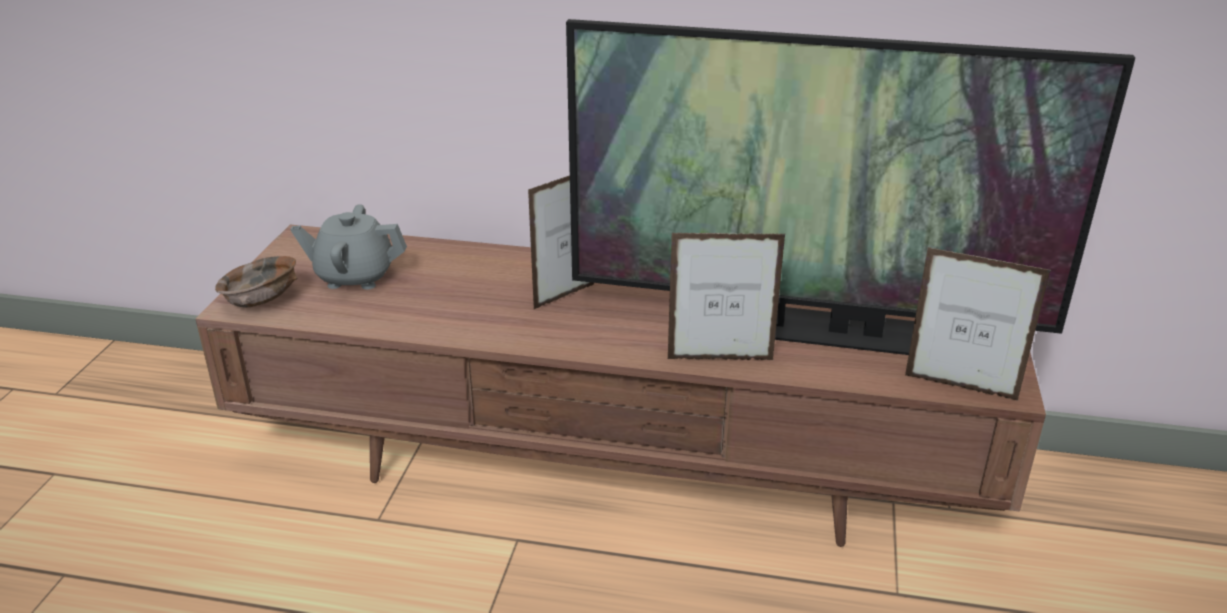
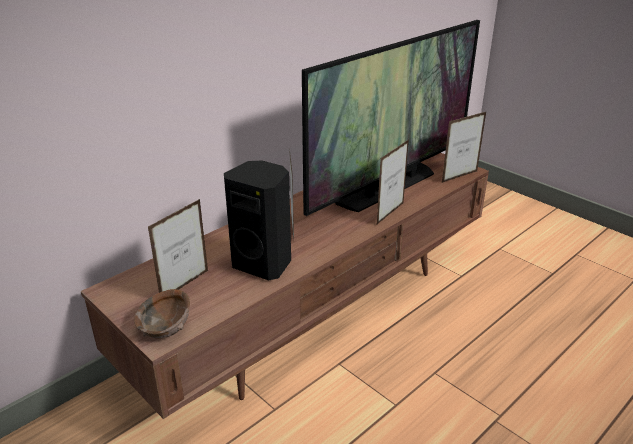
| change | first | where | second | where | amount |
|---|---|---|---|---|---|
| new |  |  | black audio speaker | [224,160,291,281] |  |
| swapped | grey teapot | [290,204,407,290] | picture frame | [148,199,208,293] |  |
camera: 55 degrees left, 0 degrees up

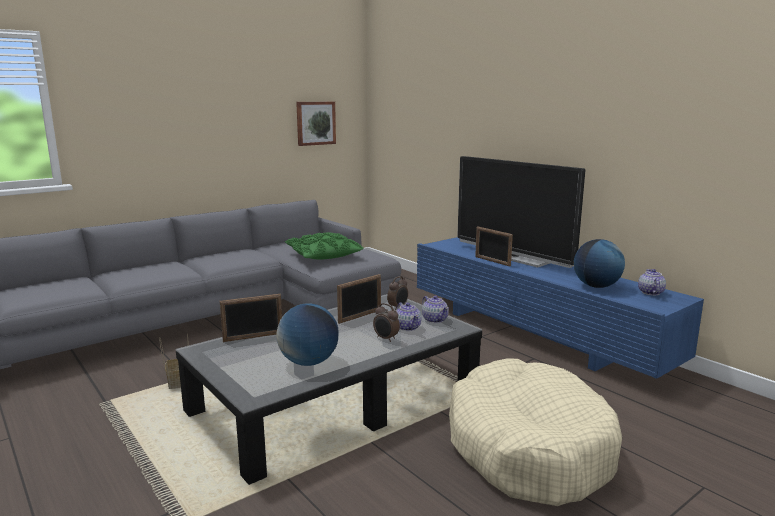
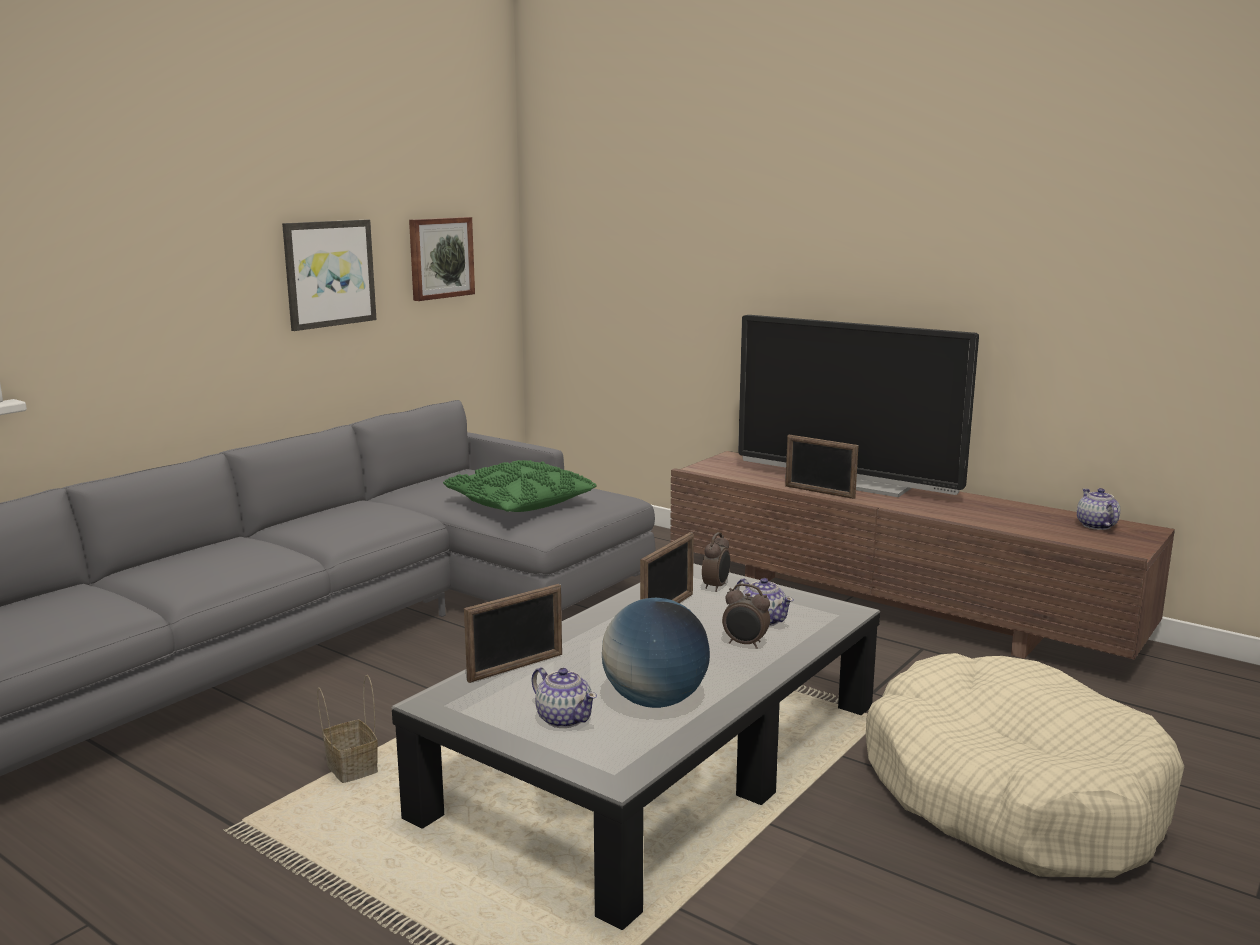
| change | first | where | second | where | amount |
|---|---|---|---|---|---|
| gone | globe | [574,239,625,288] |  |  |  |
| new |  |  | picture | [282,220,377,331] |  |
| shifted | teapot | [422,296,449,323] |  | [532,667,597,728] |  |
| repainted | blue tv stand | [417,237,704,379] | brownish tv stand | [670,451,1175,660] |  |
camera: 15 degrees left, 0 degrees up

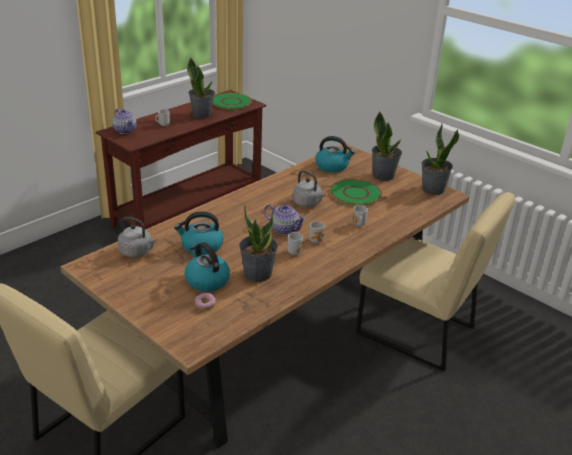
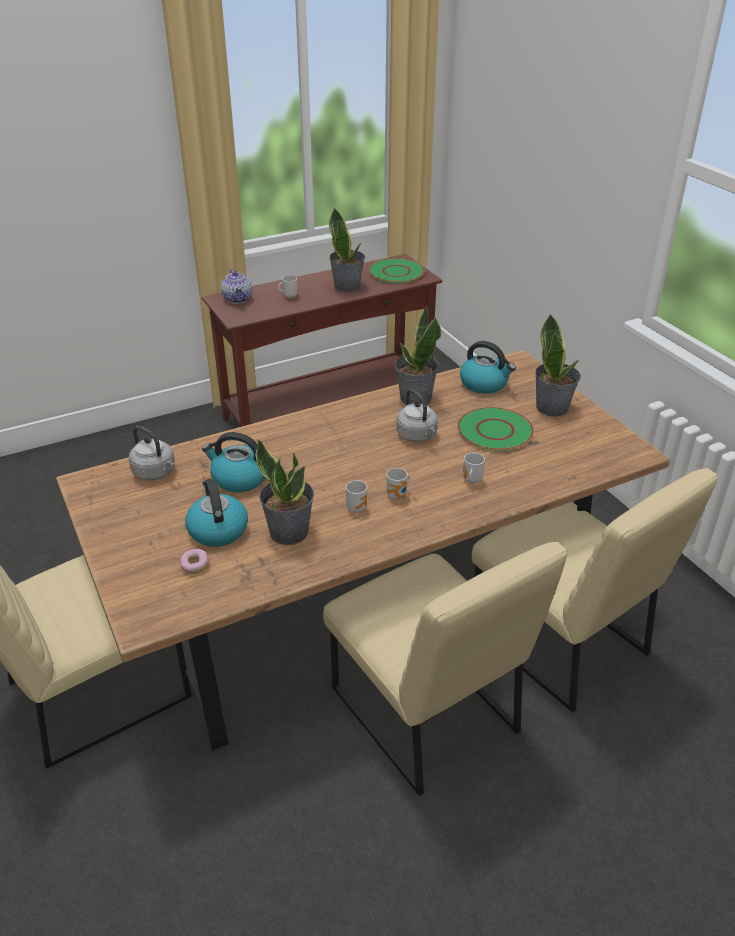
| change | first | where | second | where | amount |
|---|---|---|---|---|---|
| gone | teapot | [264,204,306,235] |  |  |  |
| new |  |  | beige-coloured upright chair | [323,542,568,796] |  |
| shifted | houseplant | [422,124,459,195] |  | [395,306,441,404] |  |
camera: 20 degrees right, 5 degrees up

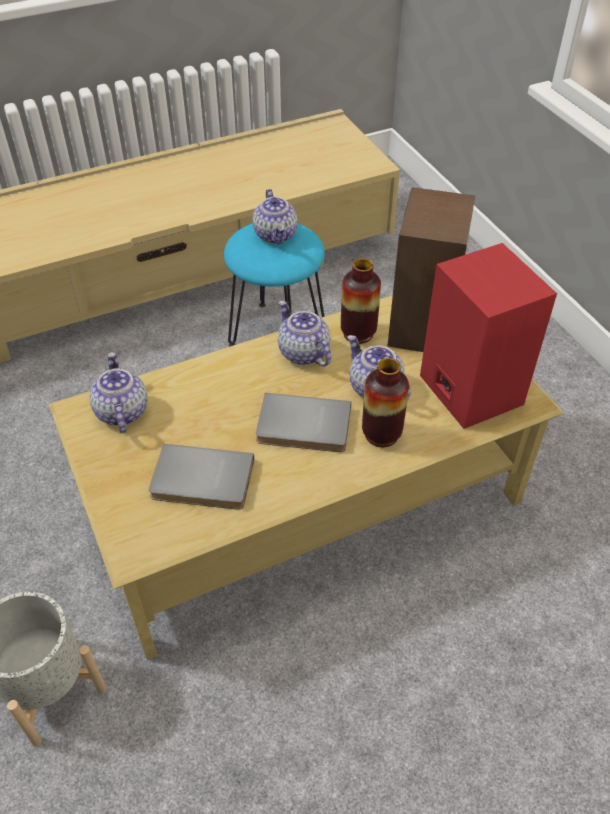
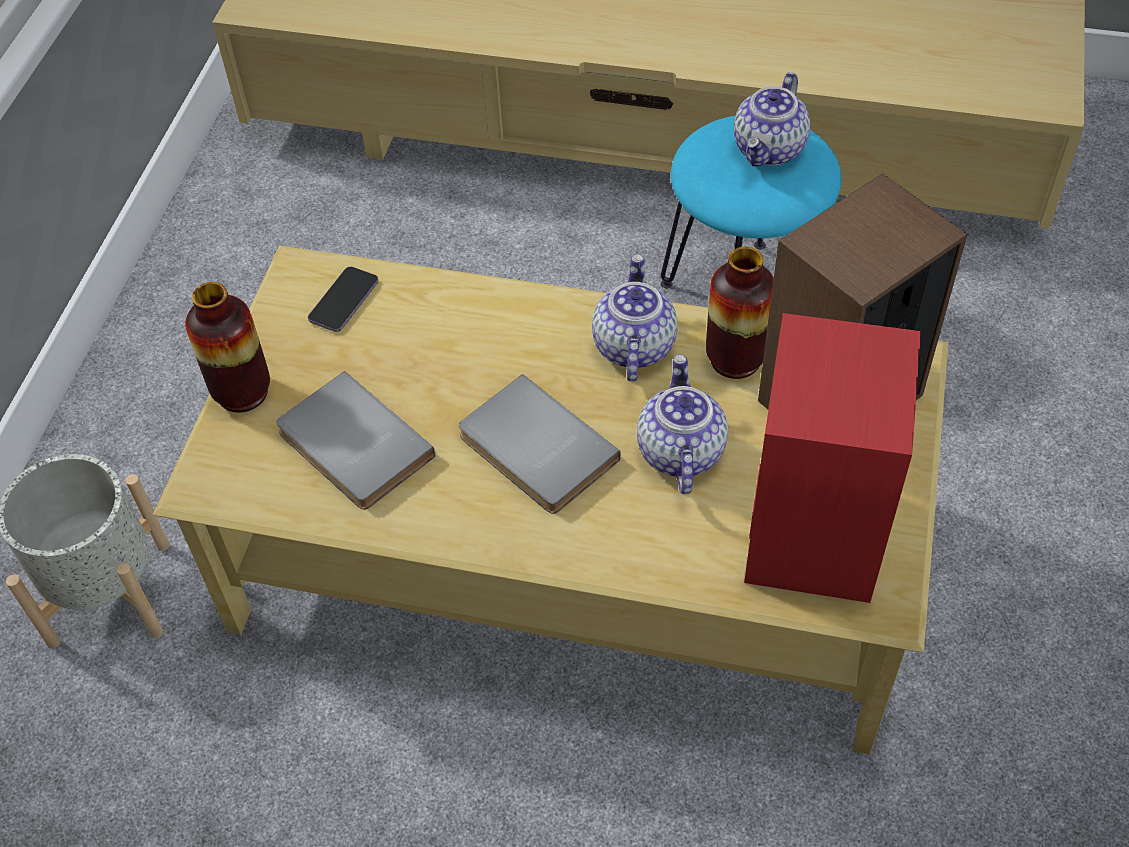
| change | first | where | second | where | amount |
|---|---|---|---|---|---|
| shifted | decorative vase | [362,358,409,447] |  | [185,282,270,413] |  |
| swapped | teapot | [89,352,147,433] | telephone | [308,267,379,332] |  |
camera: 40 degrees right, 5 degrees up

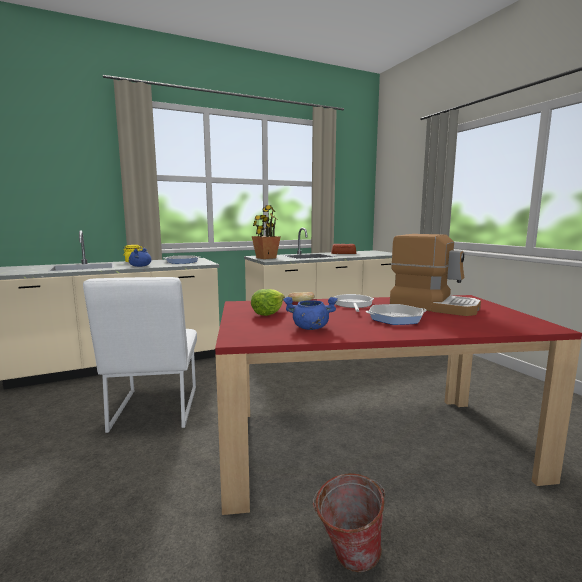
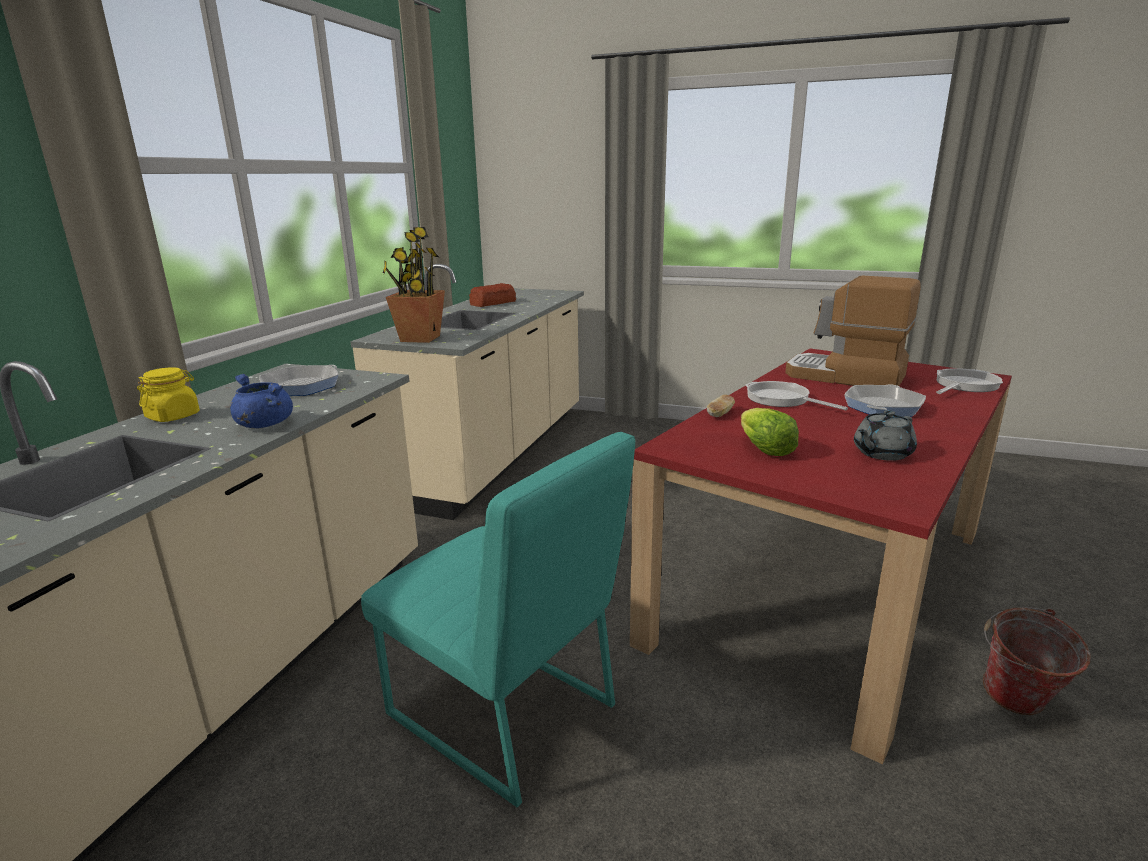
| change | first | where | second | where | amount |
|---|---|---|---|---|---|
| new |  |  | frying pan | [936,368,1003,394] |  |
| swapped | blue saucepot | [283,297,338,330] | grey teapot | [854,410,917,461] |  |
| repainted | whitish upright chair | [83,277,197,433] | turquoise upright chair | [361,432,635,807] |  |
| rotated | coffee machine | [390,234,481,316] |  | [785,275,920,386] | 135 degrees counterclockwise |
camera: 45 degrees left, 10 degrees up

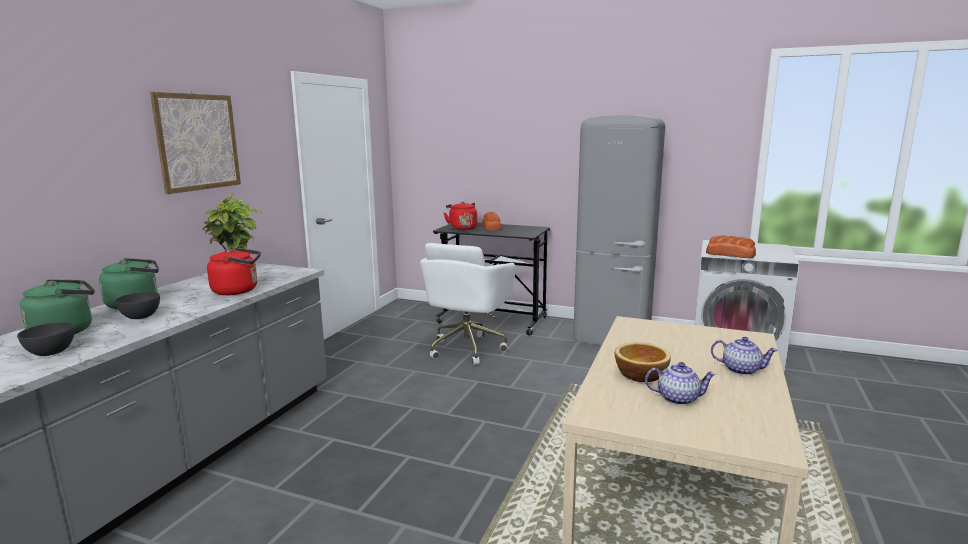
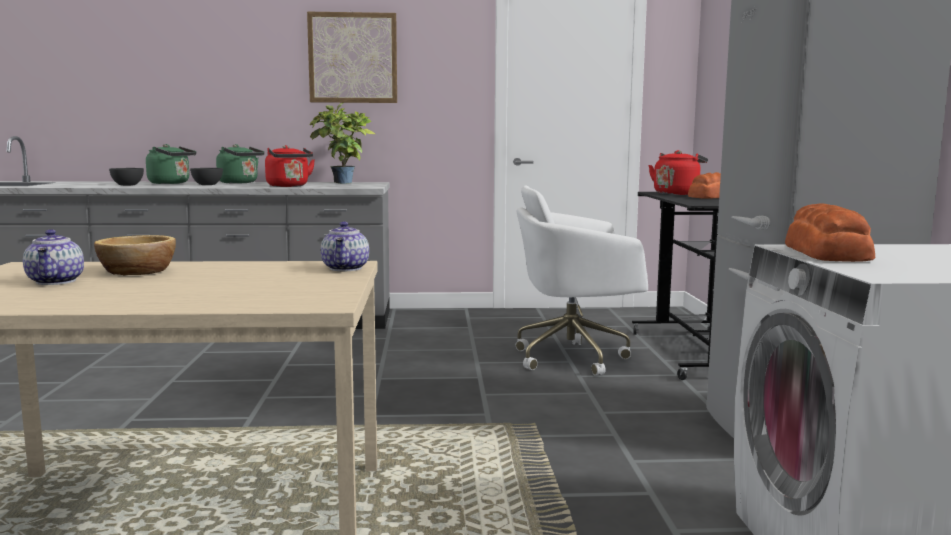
| change | first | where | second | where | amount |
|---|---|---|---|---|---|
| shifted | teapot | [711,337,778,375] |  | [321,222,369,271] |  |
camera: 65 degrees right, 5 degrees down

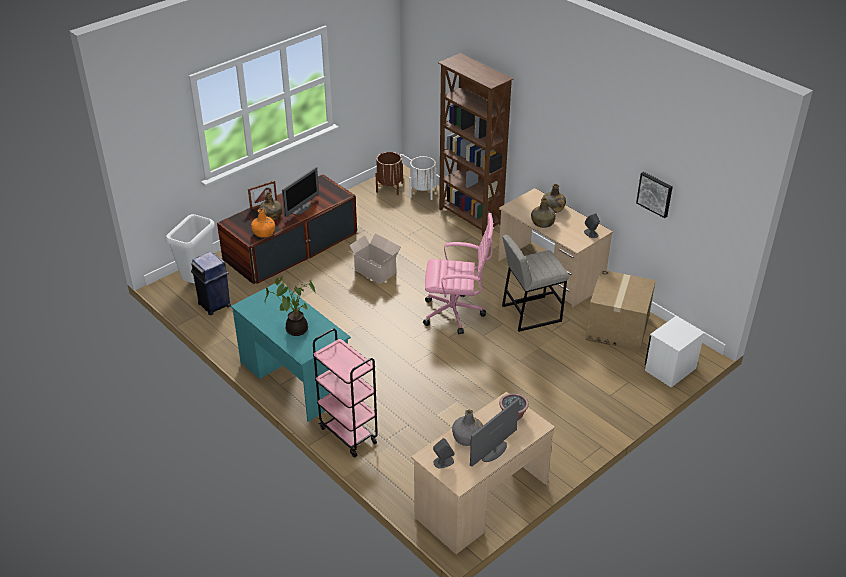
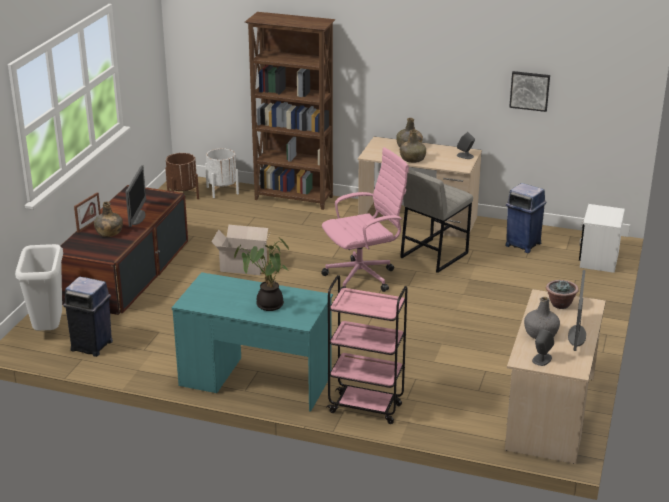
| change | first | where | second | where | amount |
|---|---|---|---|---|---|
| gone | orangey drink bottle | [251,208,275,238] |  |  |  |
| swapped | carton | [585,269,656,352] | blue waste bin | [505,183,546,253] |  |
camera: 30 degrees left, 10 degrees down

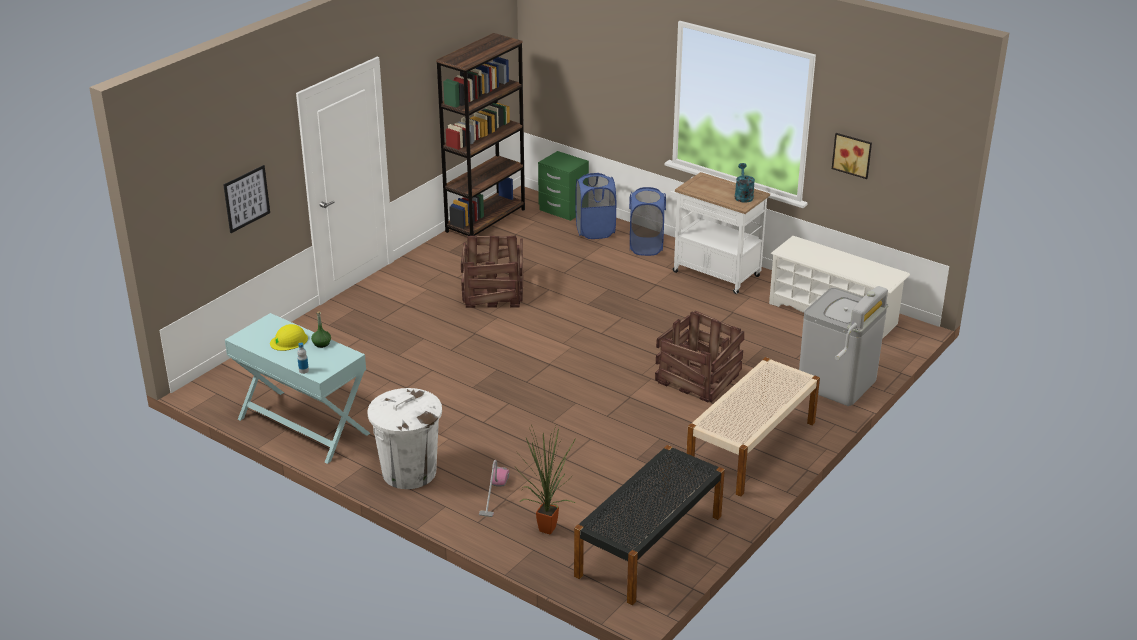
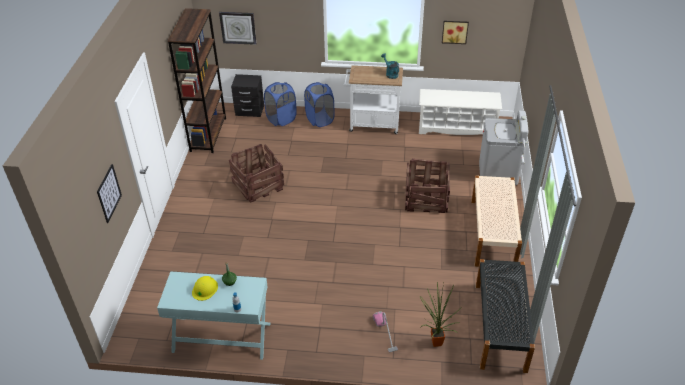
| change | first | where | second | where | amount |
|---|---|---|---|---|---|
| gone | whitish waste bin | [368,388,442,489] |  |  |  |
| new |  |  | clock on the wall | [219,12,257,45] |  |
| repainted | green-coloured nightstand | [538,151,589,221] | black nightstand | [231,74,264,117] |  |
camera: 30 degrees left, 10 degrees up

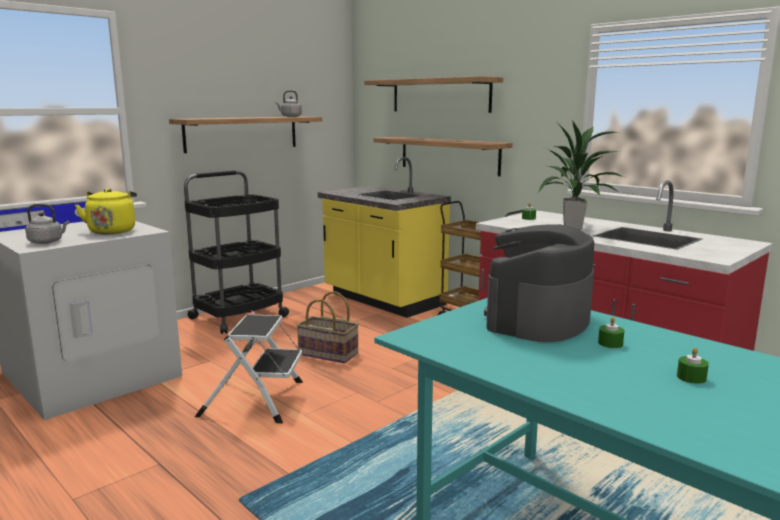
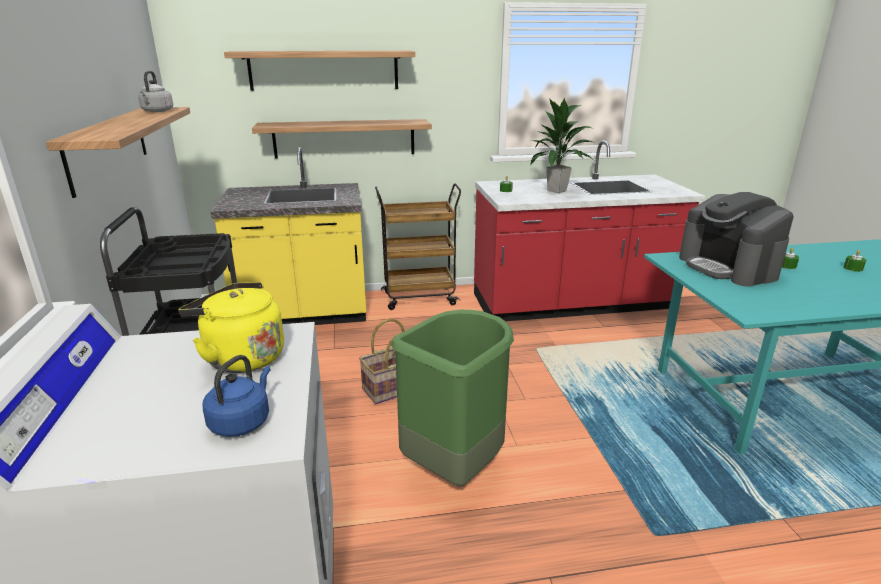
| change | first | where | second | where | amount |
|---|---|---|---|---|---|
| swapped | step ladder | [195,310,303,424] | green-coloured waste bin | [391,310,514,486] |  |
| repainted | grey kettle | [25,204,69,244] | blue kettle | [202,355,271,437] |  |
camera: 55 degrees left, 10 degrees up

